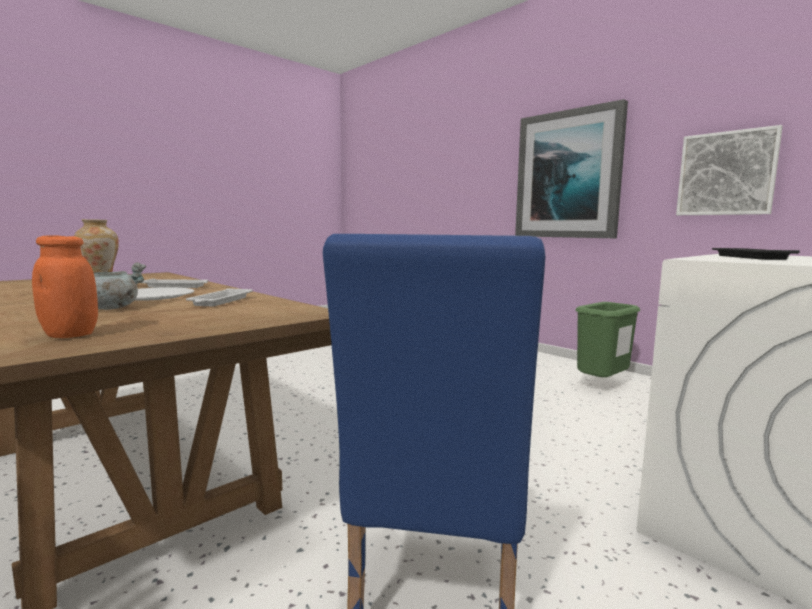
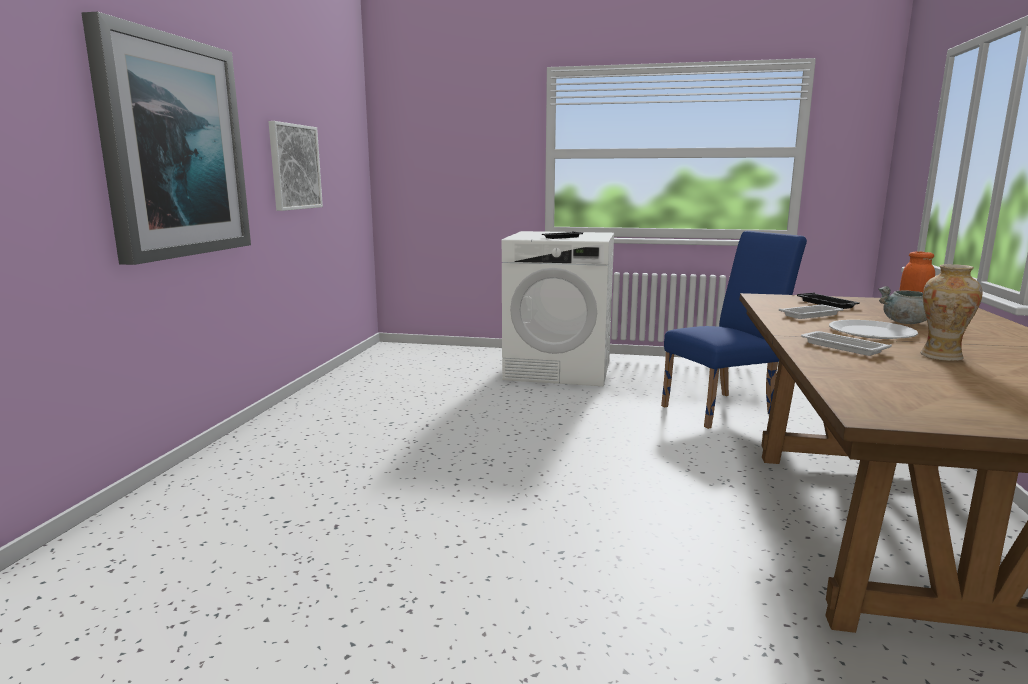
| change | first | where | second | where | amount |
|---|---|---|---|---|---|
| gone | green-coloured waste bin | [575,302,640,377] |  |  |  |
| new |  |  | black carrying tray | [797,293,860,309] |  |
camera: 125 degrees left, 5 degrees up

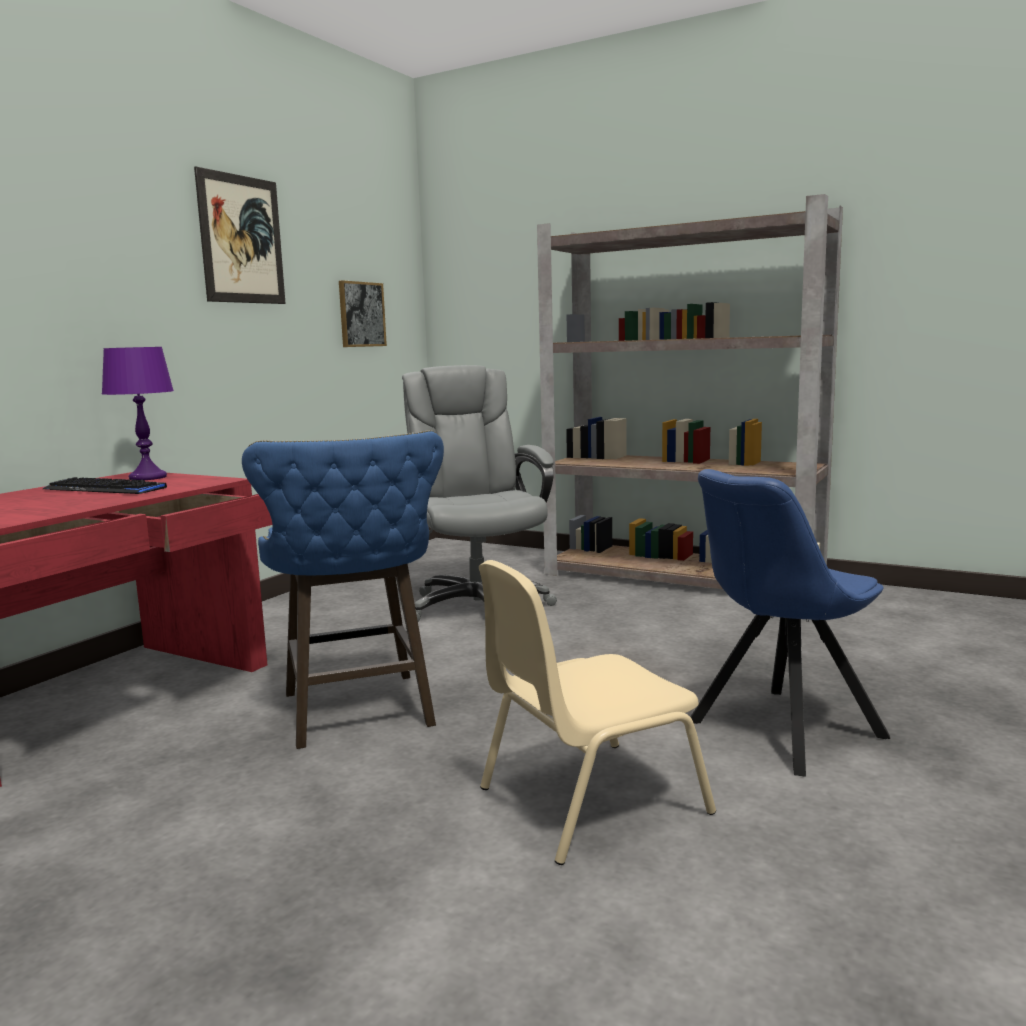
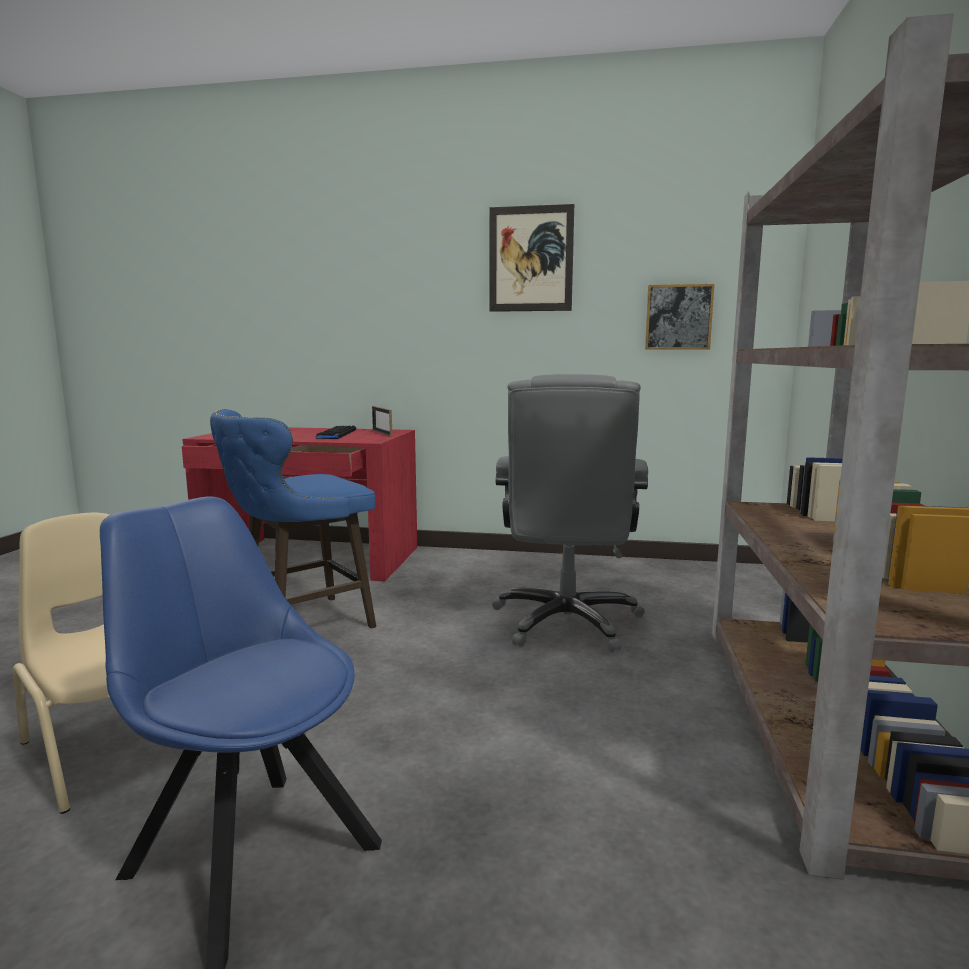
| change | first | where | second | where | amount |
|---|---|---|---|---|---|
| swapped | purplish table lamp | [102,347,174,480] | picture frame | [372,406,392,437] |  |
| rotated | grey office chair | [402,365,557,622] |  | [492,374,648,652] | 135 degrees clockwise |
camera: 70 degrees right, 0 degrees up

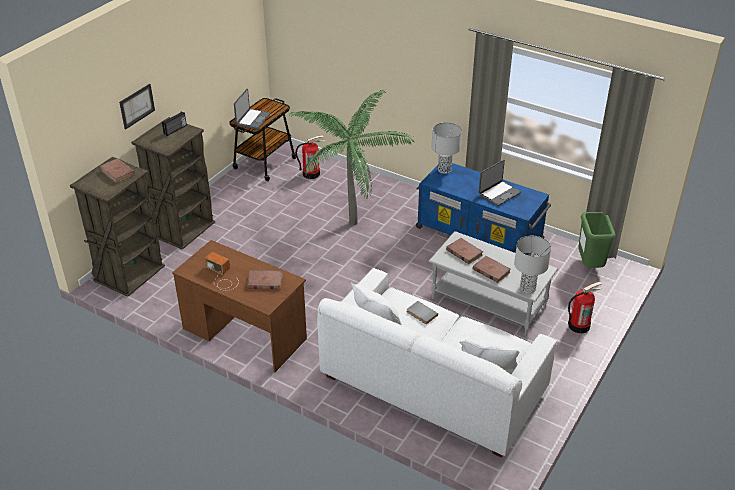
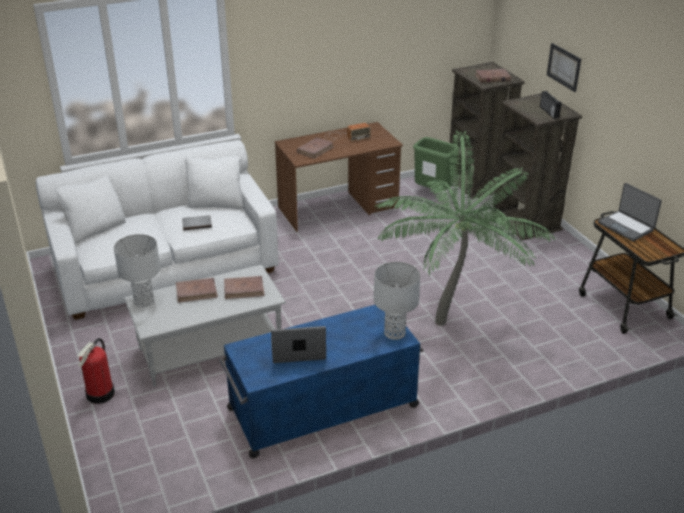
| change | first | where | second | where | amount |
|---|---|---|---|---|---|
| gone | fire-fighting cylinder | [295,135,325,179] |  |  |  |
| shifted | green-coloured waste bin | [578,212,616,268] |  | [413,137,459,190] |  |
| rotated | notebook computer | [478,160,521,206] |  | [271,326,326,363] | 90 degrees clockwise |
camera: 125 degrees right, 5 degrees down

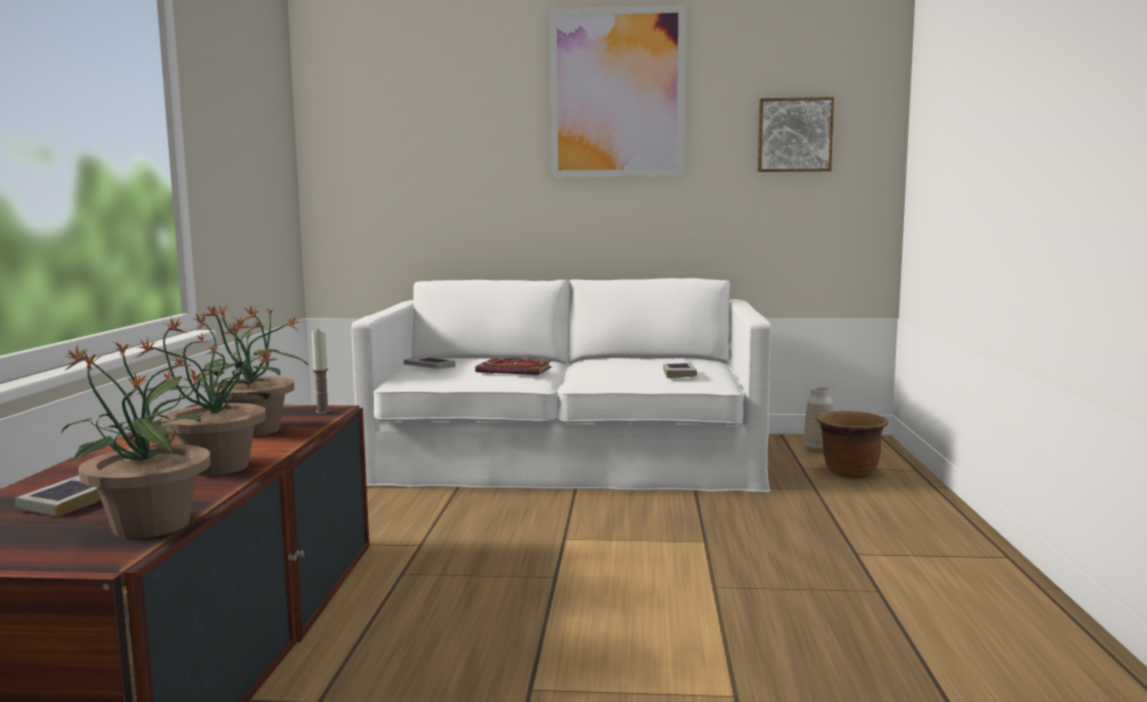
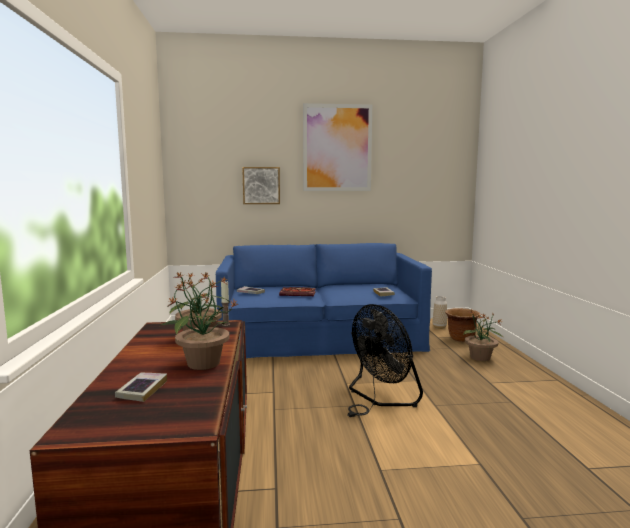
| change | first | where | second | where | amount |
|---|---|---|---|---|---|
| new |  |  | black fan | [347,304,423,417] |  |
| shifted | houseplant | [61,342,211,539] |  | [463,309,504,361] |  |
| shifted | picture | [758,97,834,172] |  | [242,167,280,204] |  |
| repainted | whitish settee | [351,278,771,492] | blue settee | [216,243,432,358] |  |
camera: 10 degrees left, 0 degrees up

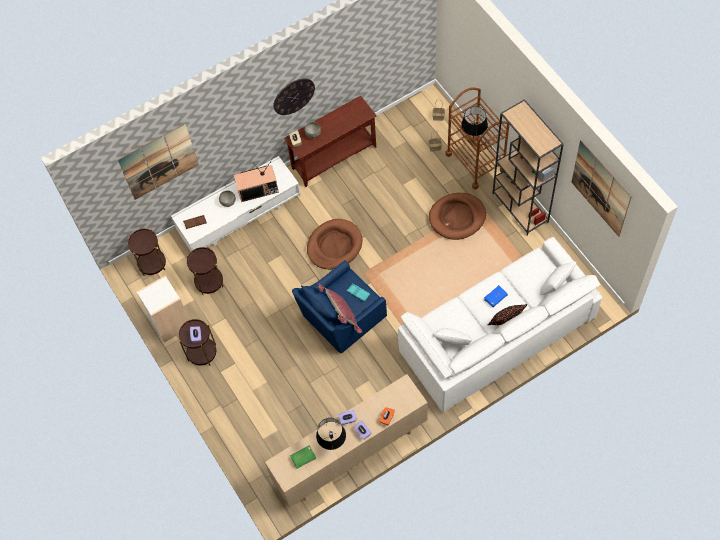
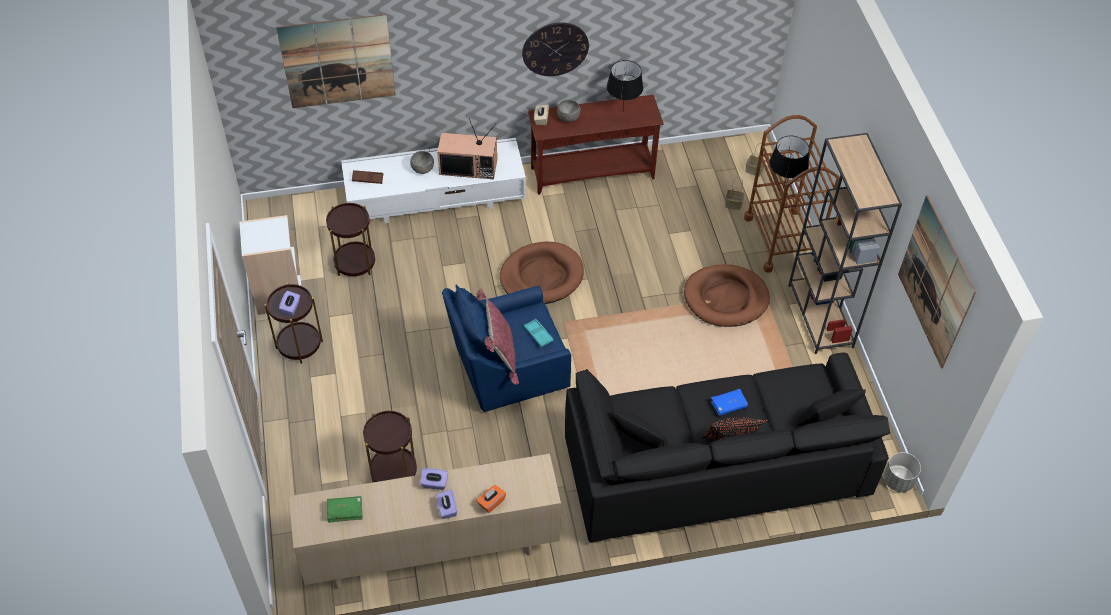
| change | first | where | second | where | amount |
|---|---|---|---|---|---|
| new |  |  | grey plant pot | [884,452,921,492] |  |
| shifted | brownish side table | [128,229,166,276] |  | [363,411,417,483] |  |
| shifted | black table lamp | [316,418,346,450] |  | [607,60,643,109] |  |
| repainted | whitish settee | [398,237,602,412] | black settee | [565,353,891,543] |  |
camera: 15 degrees right, 10 degrees down

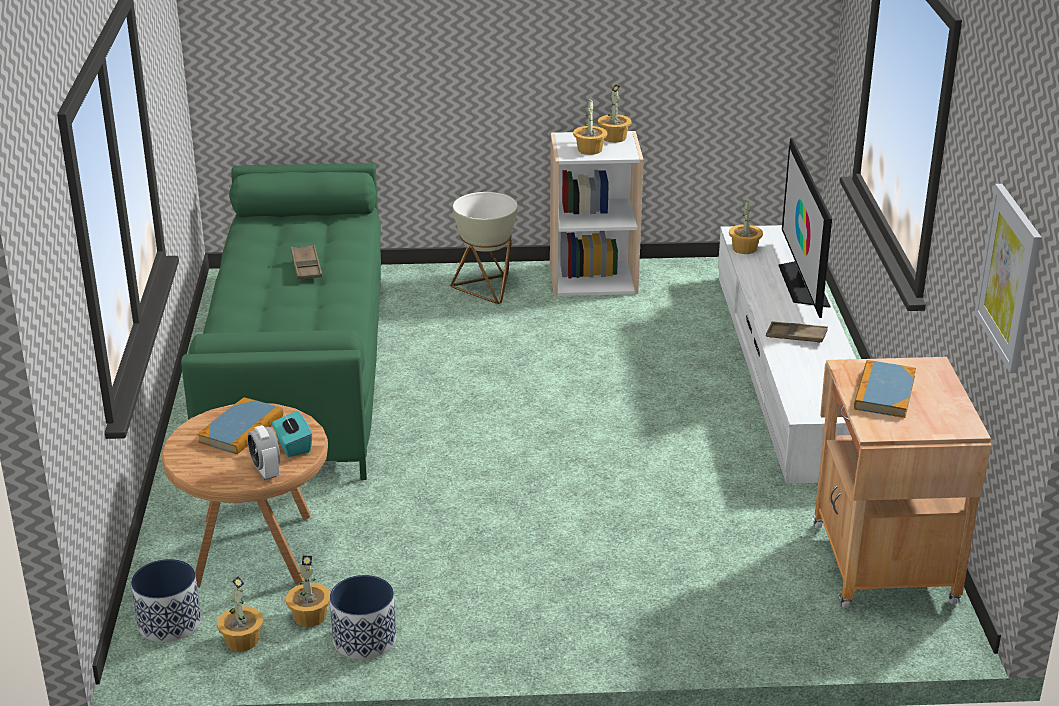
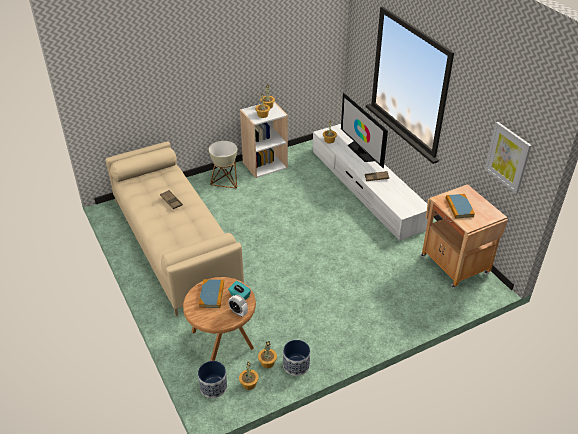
| change | first | where | second | where | amount |
|---|---|---|---|---|---|
| repainted | green-coloured settee | [181,163,381,480] | beige-coloured settee | [106,141,244,316] |  |
camera: 25 degrees left, 10 degrees up

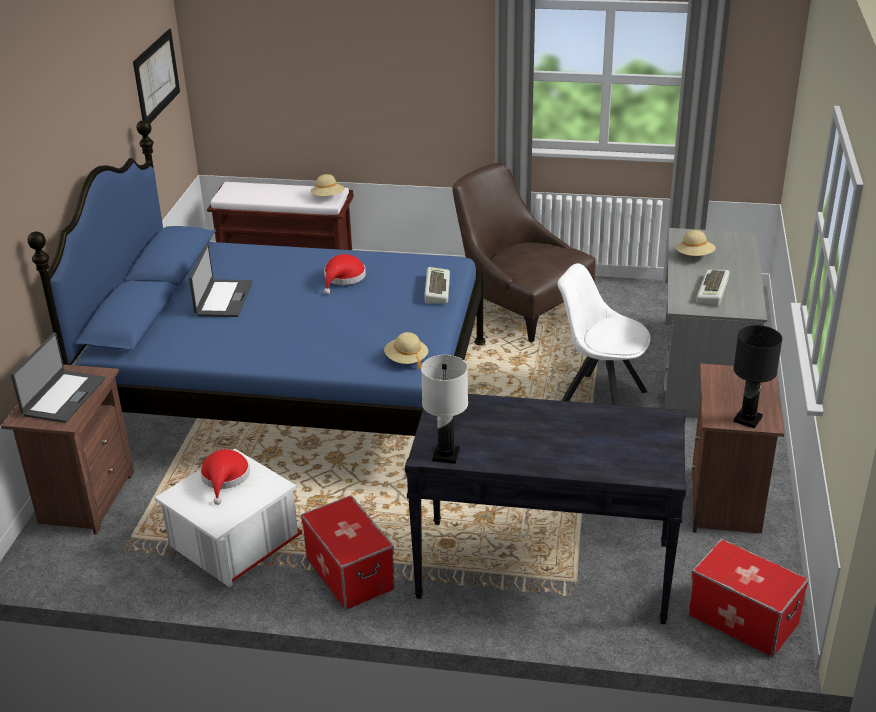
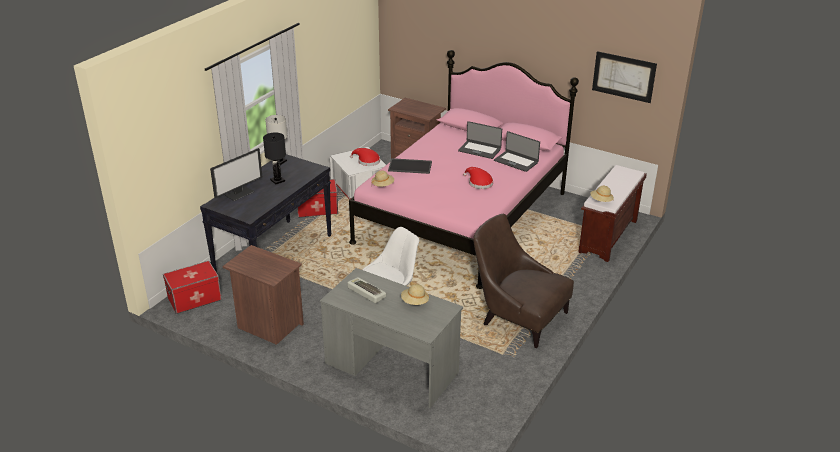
| change | first | where | second | where | amount |
|---|---|---|---|---|---|
| gone | keyboard | [424,267,450,304] |  |  |  |
| new |  |  | computer screen | [210,148,262,201] |  |
| new |  |  | carrying tray | [388,158,432,174] |  |
| shifted | notebook computer | [11,332,105,423] |  | [494,131,540,172] |  |
| shifted | black table lamp | [733,325,782,428] |  | [263,133,286,185] |  |
| repainted | blue sleeping bed | [27,120,485,436] | pink sleeping bed | [349,50,579,289] |  |
| rotated | brownish easy chair | [452,163,596,343] |  | [473,214,574,348] | 120 degrees counterclockwise |
camera: 110 degrees right, 0 degrees up

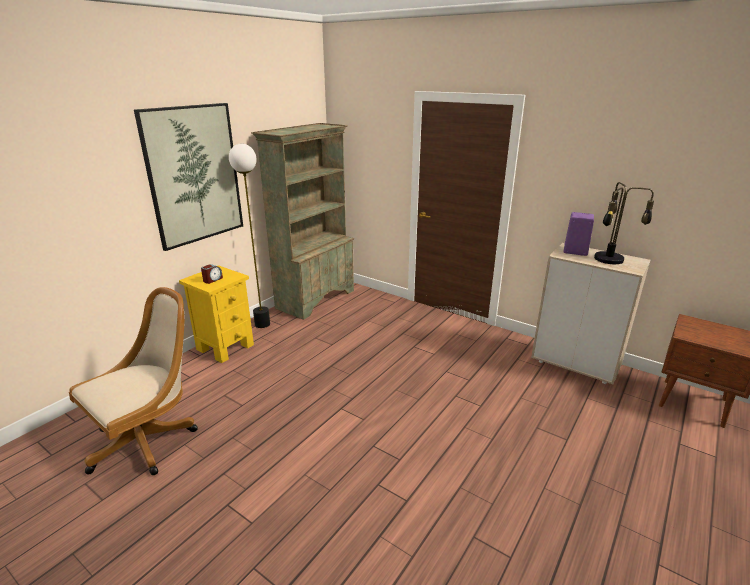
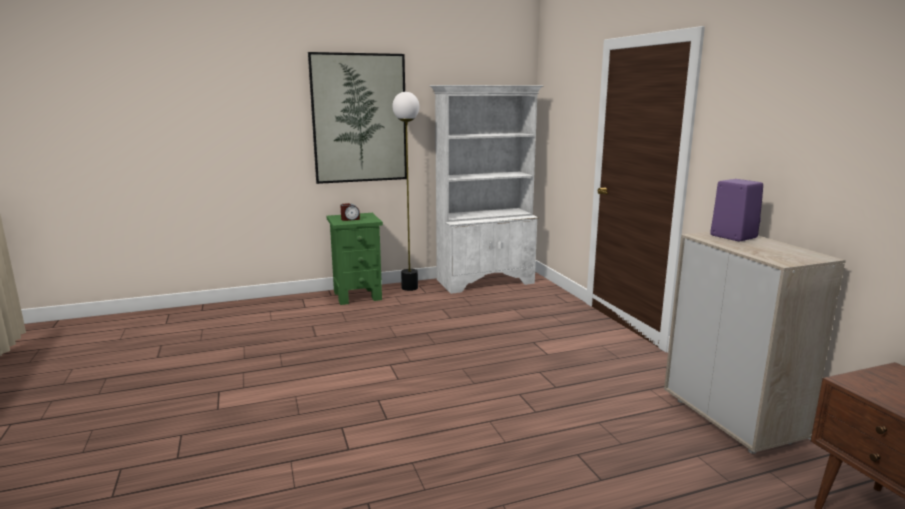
| change | first | where | second | where | amount |
|---|---|---|---|---|---|
| gone | office chair | [69,287,198,475] |  |  |  |
| gone | table lamp | [594,182,654,264] |  |  |  |
| repainted | yellow-coloured nightstand | [179,265,254,363] | green-coloured nightstand | [327,213,383,305] |  |
| repainted | green-coloured bookcase | [251,123,354,320] | whitish bookcase | [430,85,543,294] |  |
camera: 35 degrees right, 10 degrees down

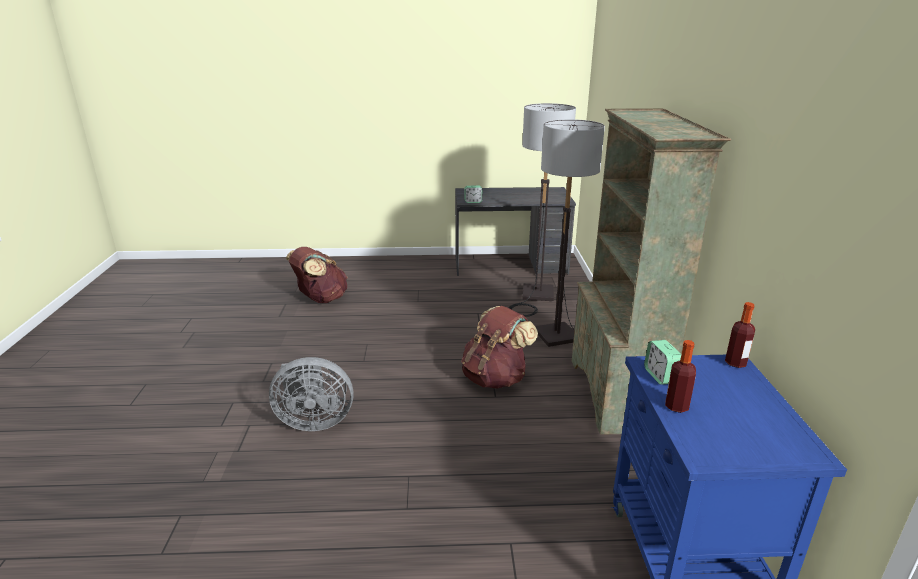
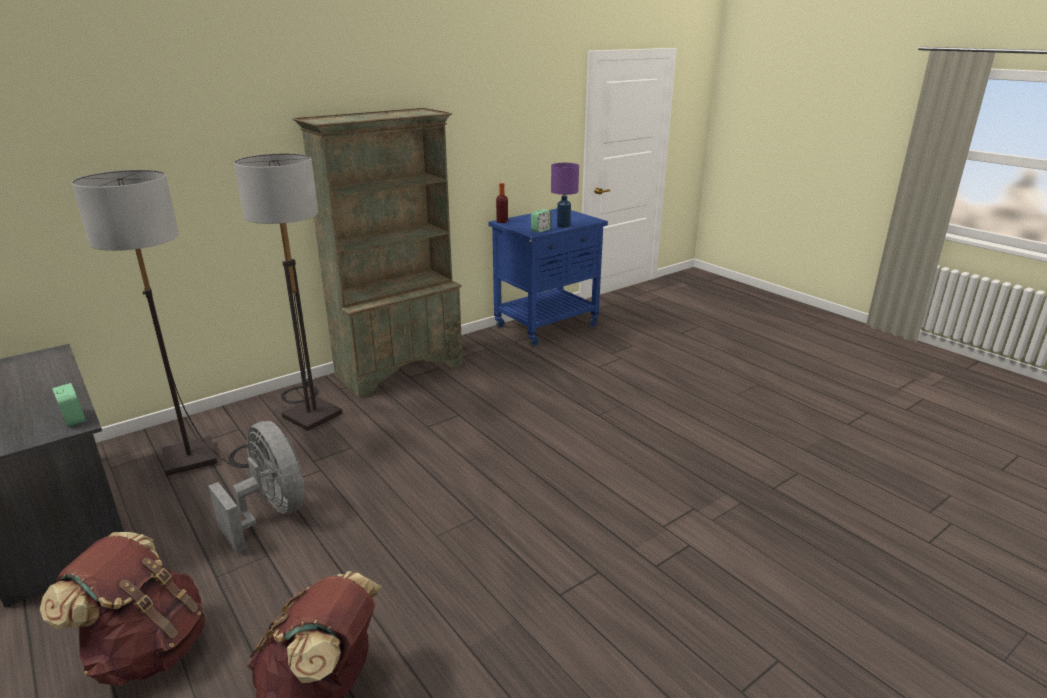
| change | first | where | second | where | amount |
|---|---|---|---|---|---|
| shifted | grey fan | [269,357,353,431] |  | [209,421,304,553] |  |
| shifted | brownish knapsack | [461,306,538,388] |  | [40,532,205,686] |  |
| swapped | drink bottle | [665,340,696,413] | purplish table lamp | [551,163,579,228] |  |
camera: 125 degrees left, 0 degrees up

